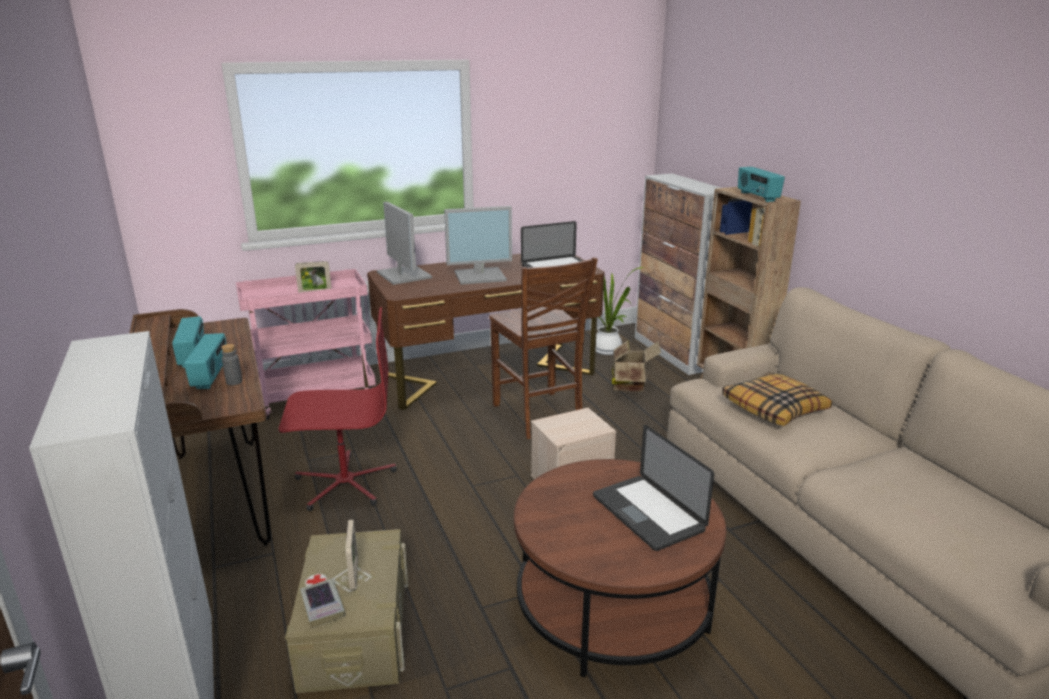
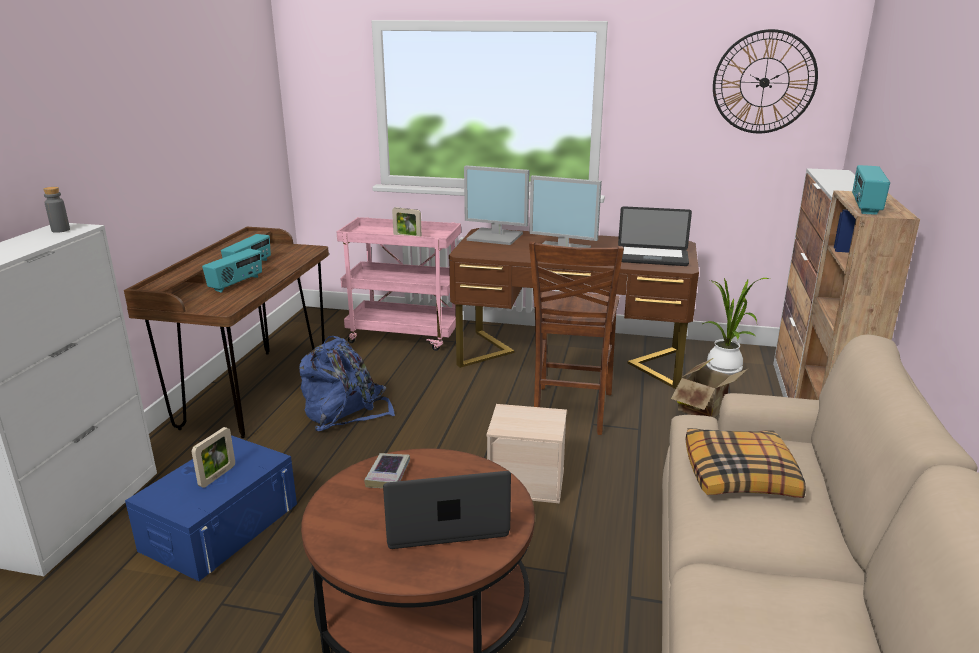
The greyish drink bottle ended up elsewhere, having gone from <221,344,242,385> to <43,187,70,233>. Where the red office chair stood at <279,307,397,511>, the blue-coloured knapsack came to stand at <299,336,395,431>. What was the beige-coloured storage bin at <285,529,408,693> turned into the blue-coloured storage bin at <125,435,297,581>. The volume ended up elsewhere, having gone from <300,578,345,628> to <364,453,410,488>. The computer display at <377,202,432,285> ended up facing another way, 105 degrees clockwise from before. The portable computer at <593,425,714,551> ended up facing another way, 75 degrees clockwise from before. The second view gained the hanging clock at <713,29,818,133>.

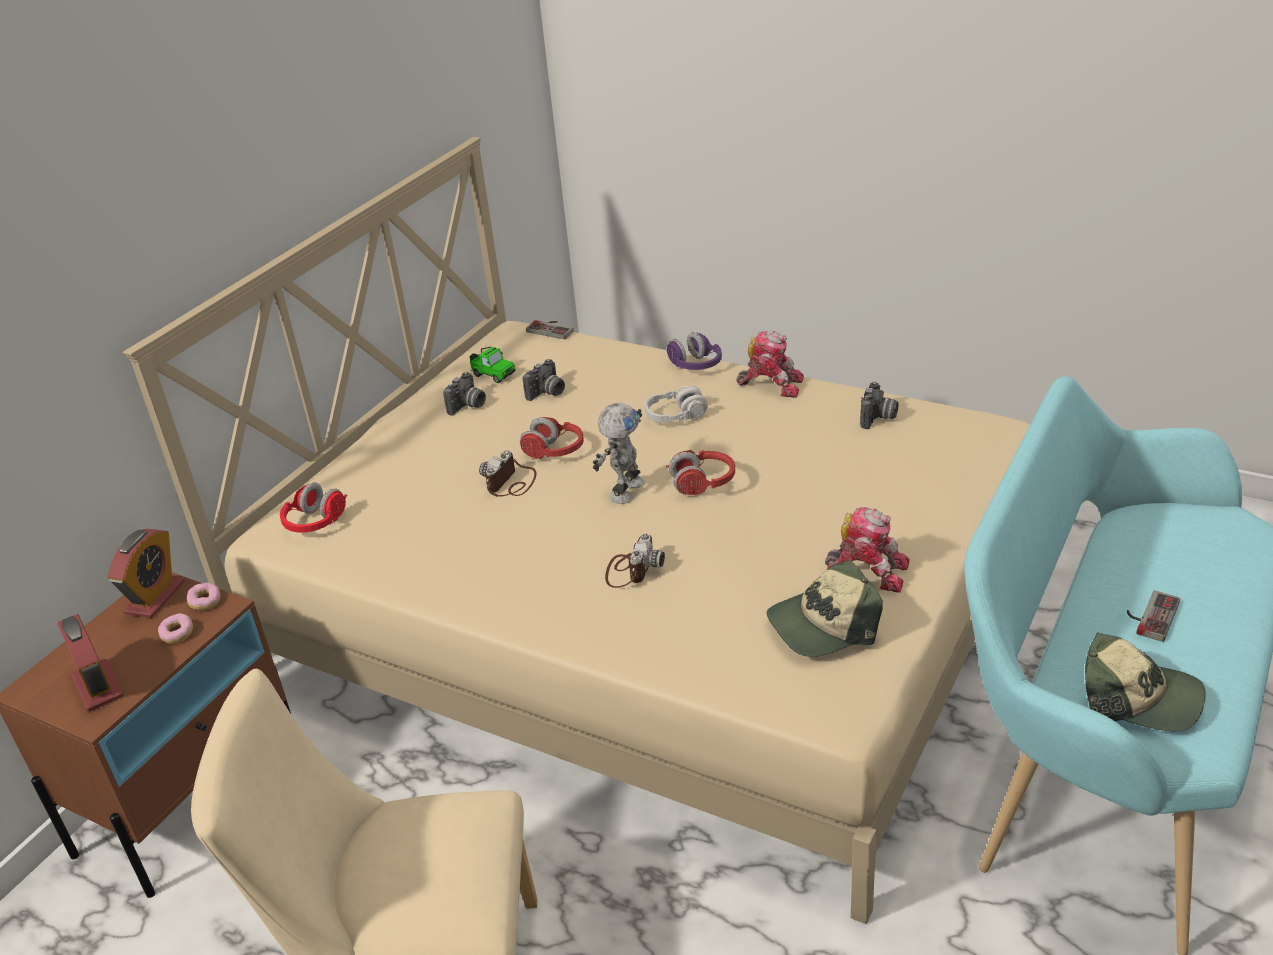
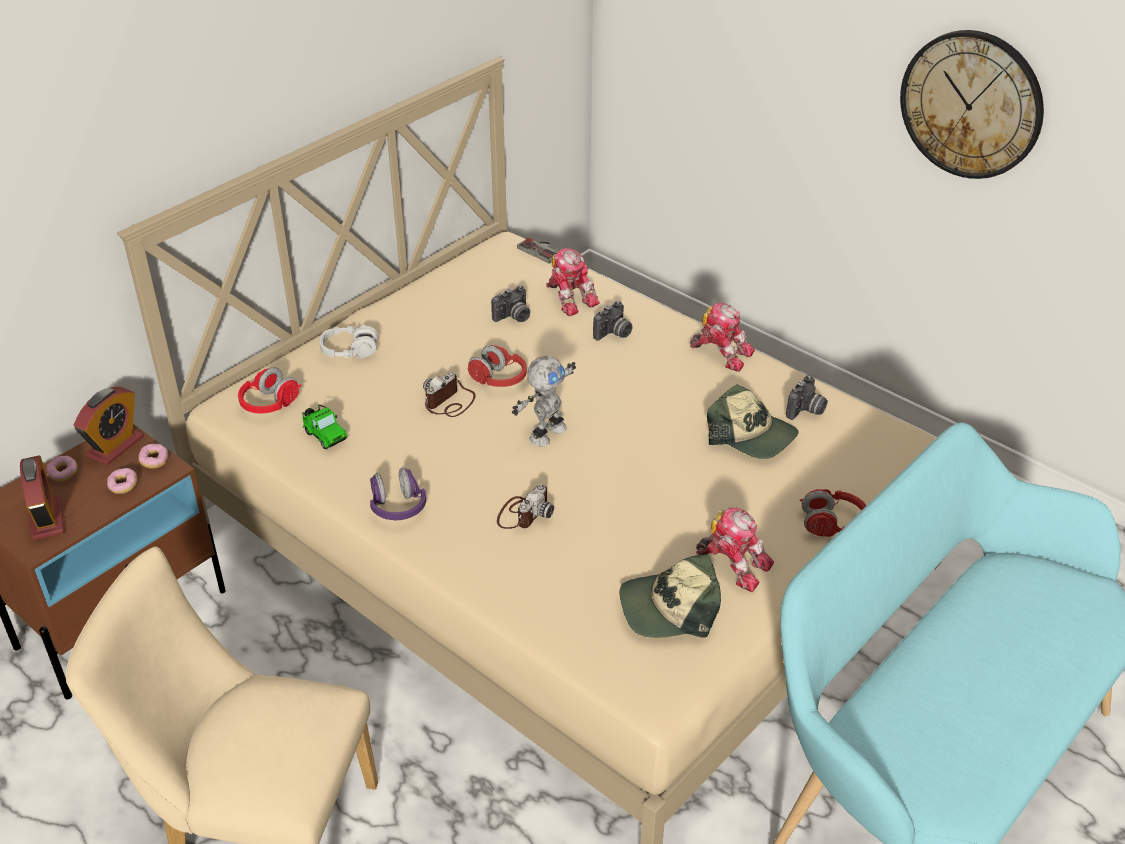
The still camera ended up elsewhere, having gone from <443,372,486,416> to <593,301,632,341>. The miniature car ended up elsewhere, having gone from <469,347,516,383> to <302,405,348,449>. The greyish pair of headphones ended up elsewhere, having gone from <645,386,708,423> to <320,325,378,359>. The red pair of headphones ended up elsewhere, having gone from <666,450,735,495> to <800,489,867,537>. The purplish pair of headphones ended up elsewhere, having gone from <667,332,722,370> to <370,467,426,520>. The peaked cap ended up elsewhere, having gone from <1085,632,1206,731> to <707,384,799,459>. The second view lost the gamepad at <1127,591,1180,642>. The second view gained the ring doughnut at <46,456,77,482>. The second view gained the toy robot at <546,248,600,316>. The second view gained the hanging clock at <900,30,1044,179>.

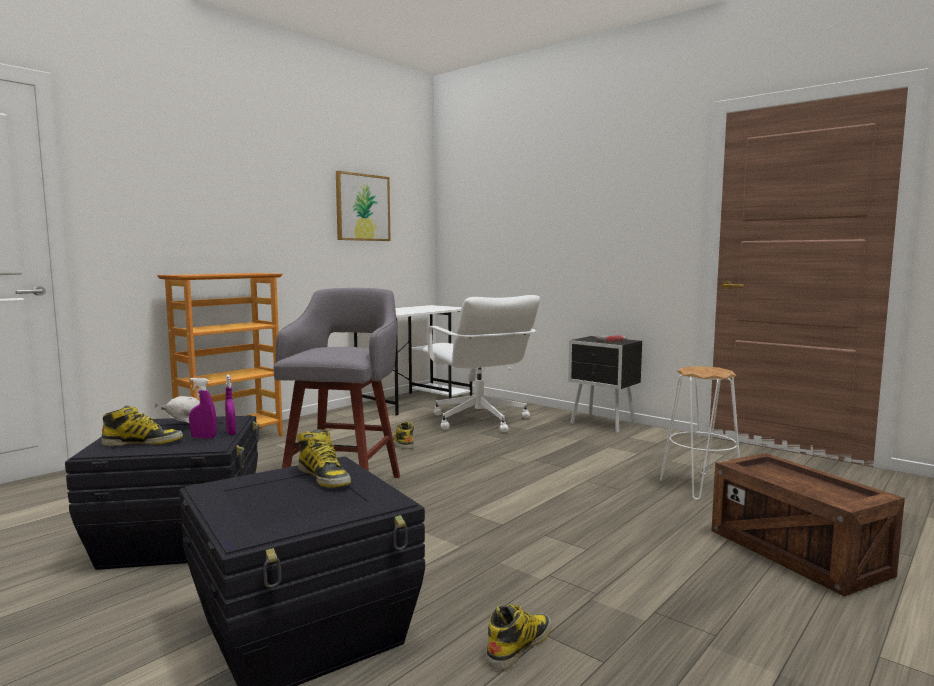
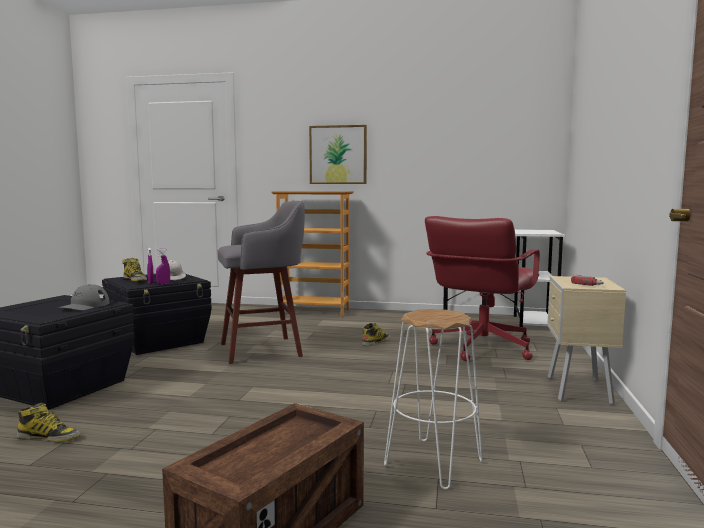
Where the high-top boot stood at <297,429,351,487>, the greyish peaked cap came to stand at <58,284,109,310>. The picture ended up elsewhere, having gone from <336,171,391,241> to <309,125,367,184>. What was the whitish office chair at <423,295,540,432> turned into the red office chair at <425,216,540,361>. What was the black nightstand at <568,337,642,433> turned into the beige-coloured nightstand at <547,276,626,405>.

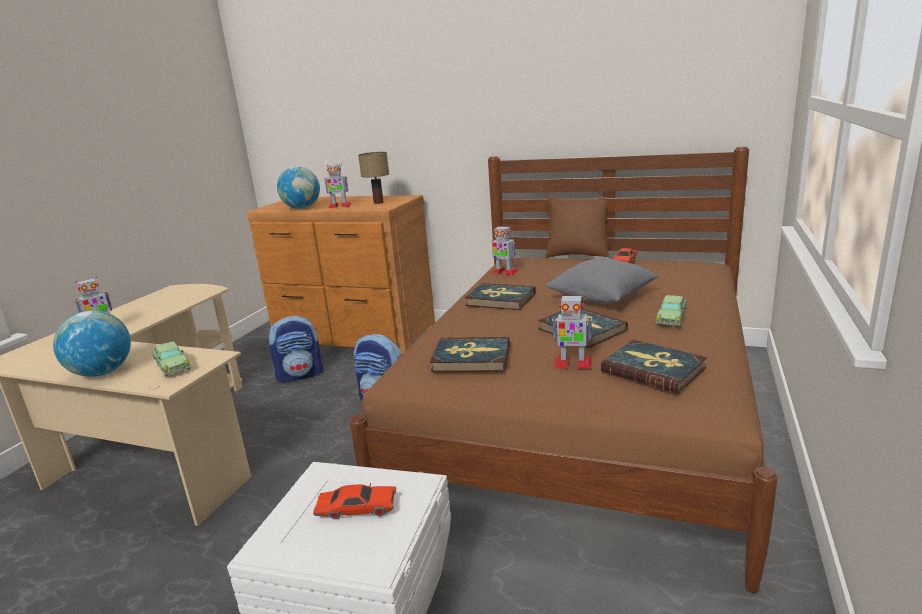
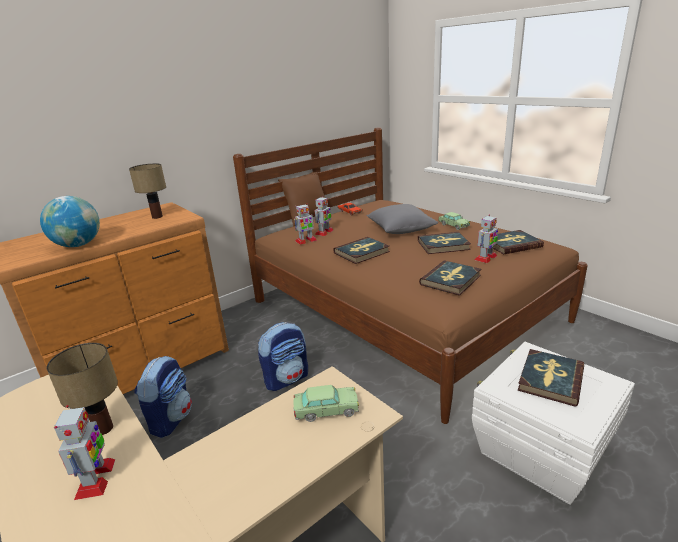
The second view lost the world globe at <53,311,131,377>. Where the red miniature car stood at <313,482,396,519>, the volume came to stand at <518,349,584,407>. The toy robot ended up elsewhere, having gone from <324,163,352,208> to <314,196,333,236>. The second view gained the tabletop lamp at <47,343,118,435>.

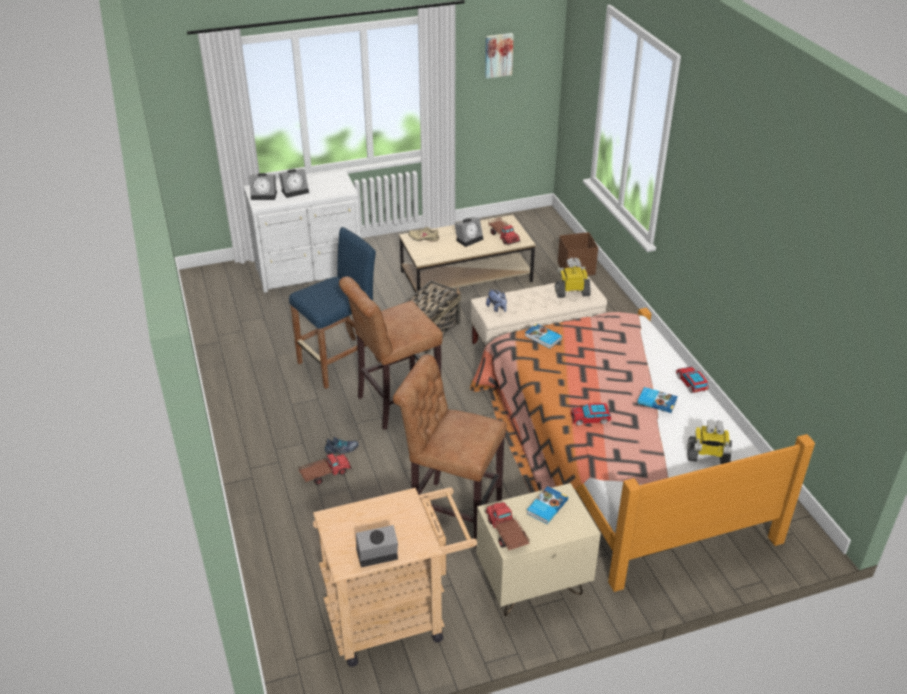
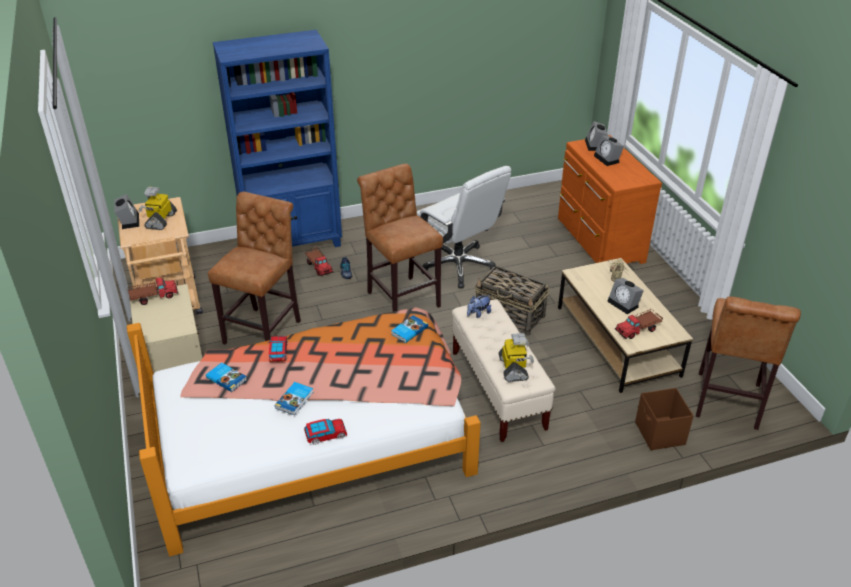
What was the whitish dresser at <243,170,361,293> turned into the orange dresser at <558,135,662,264>. Where the blue-coloured sitting stool stood at <289,227,380,389>, the whitish office chair came to stand at <417,166,511,288>. The second view lost the picture at <485,33,514,79>. The volume ended up elsewhere, having gone from <527,486,568,524> to <206,363,247,392>. The toy robot ended up elsewhere, having gone from <687,420,732,464> to <138,187,177,230>. The second view gained the blue-coloured bookcase at <213,30,342,247>. The second view gained the brownish sitting stool at <696,296,801,430>.

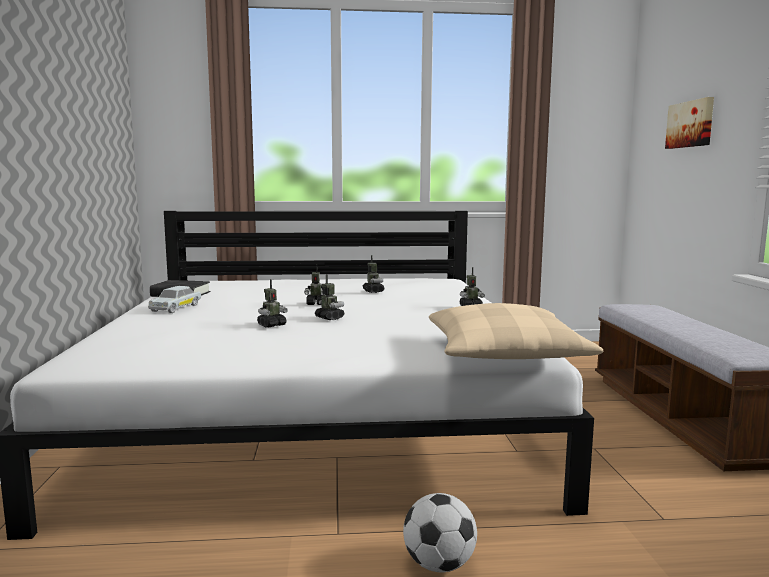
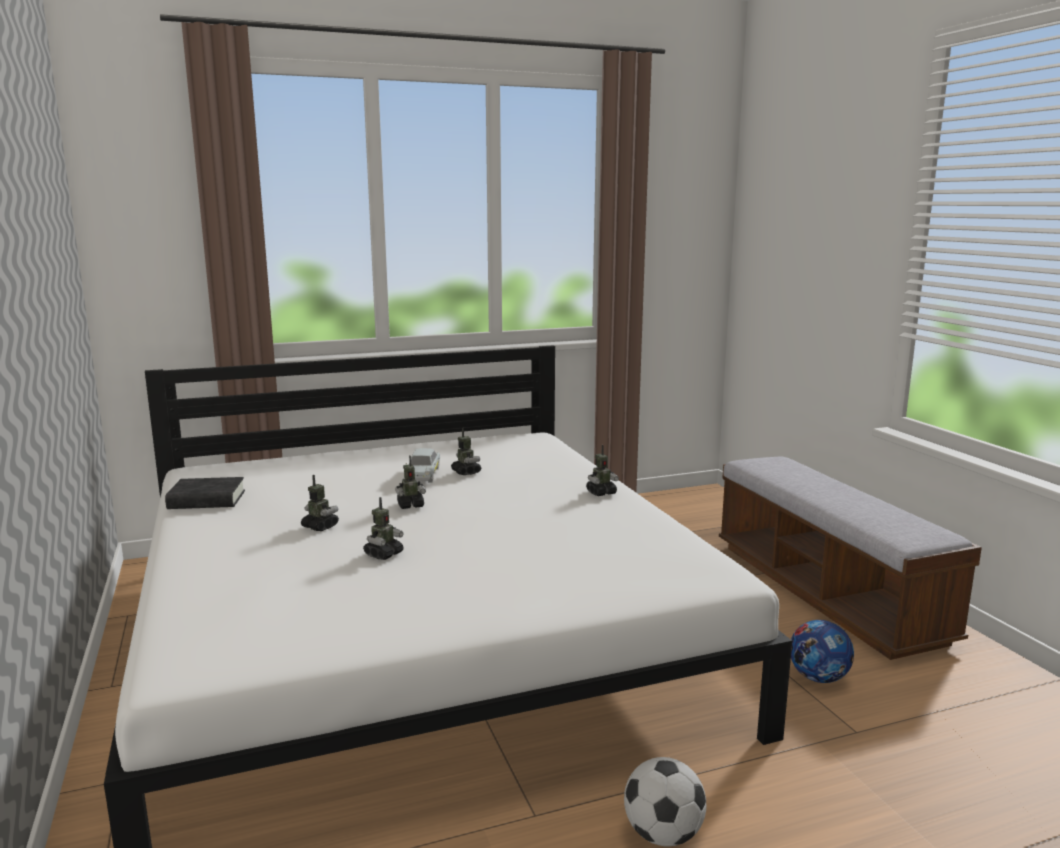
The whitish miniature car ended up elsewhere, having gone from <148,286,201,313> to <406,448,440,483>. The toy robot ended up elsewhere, having gone from <315,275,345,320> to <301,475,339,531>. The second view lost the beige-coloured throw pillow at <429,303,604,359>. The second view lost the picture at <665,97,714,149>. The second view gained the ball for football at <791,620,854,683>.

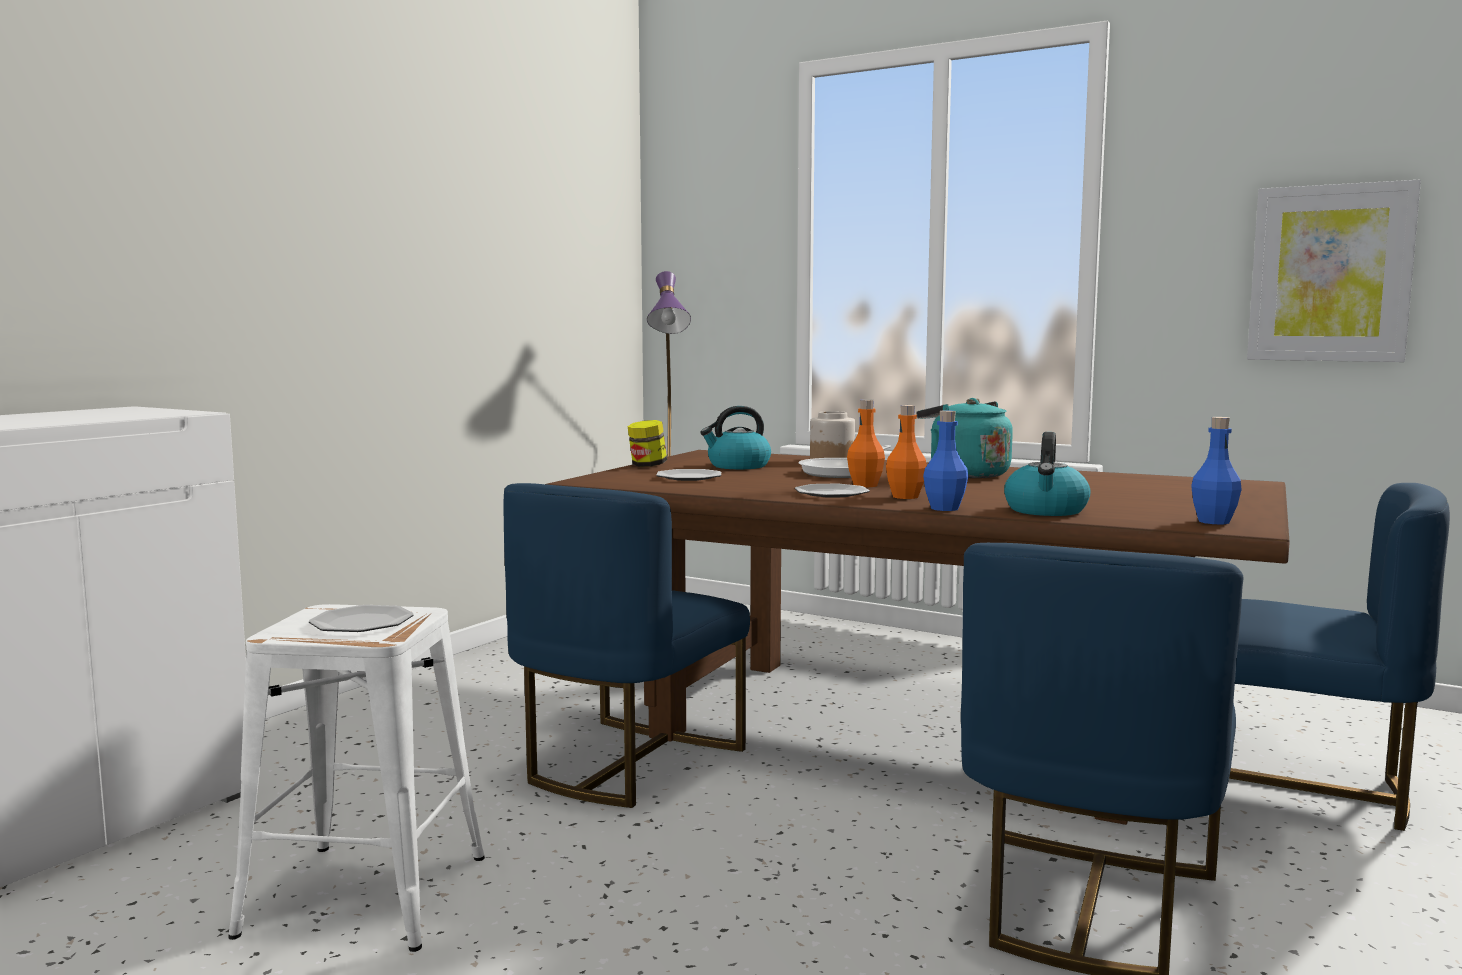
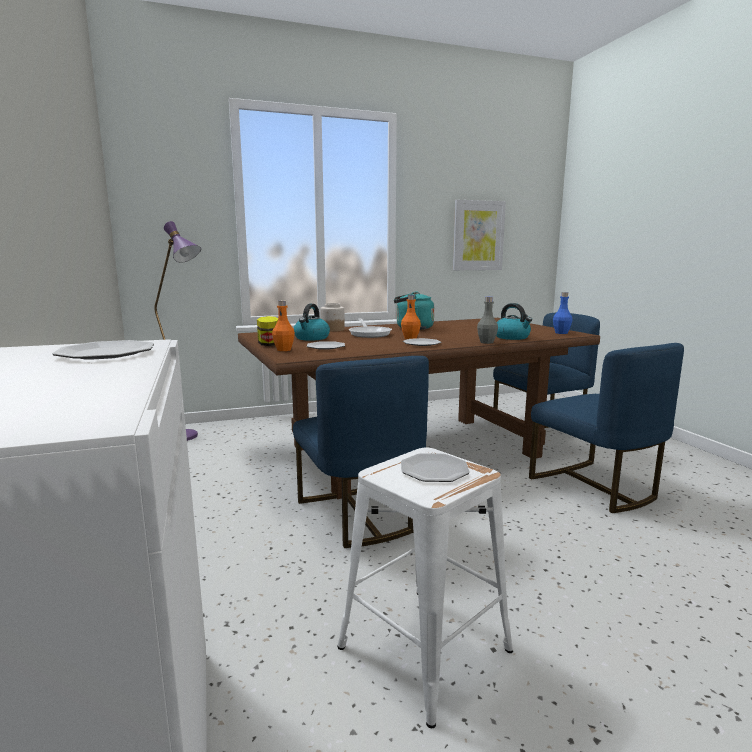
The orange drink bottle ended up elsewhere, having gone from <886,405,927,499> to <272,300,295,351>. What was the blue-coloured drink bottle at <923,410,968,511> turned into the greyish drink bottle at <477,297,498,344>. The second view gained the plate at <52,340,154,360>.

